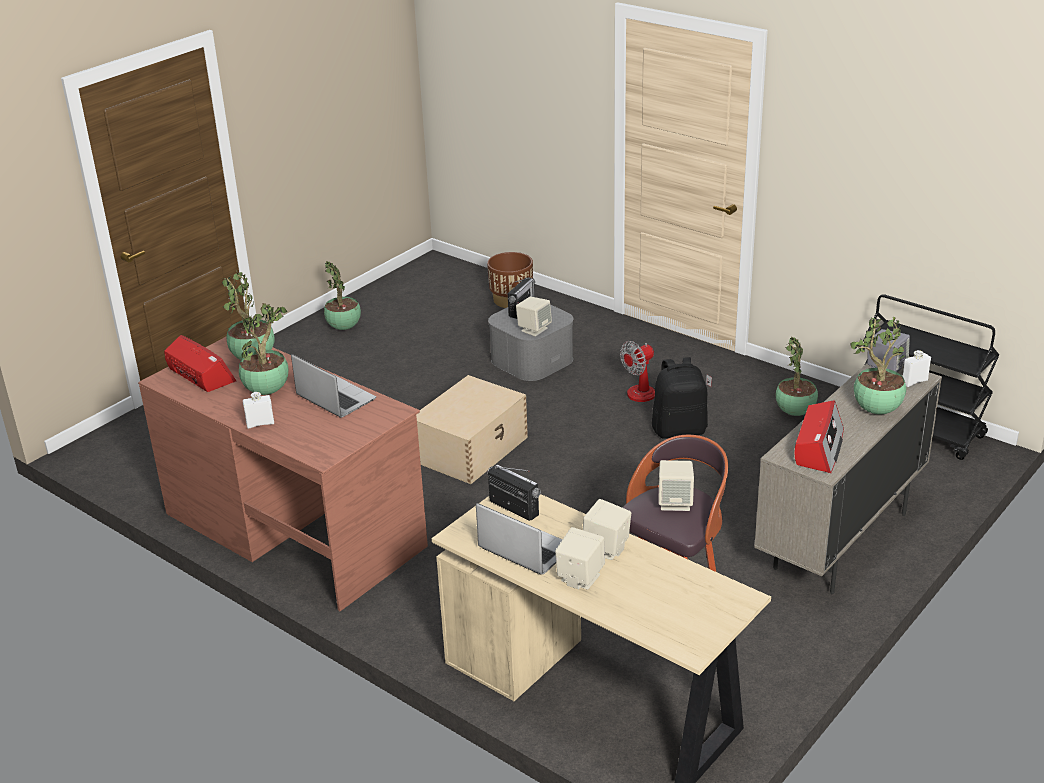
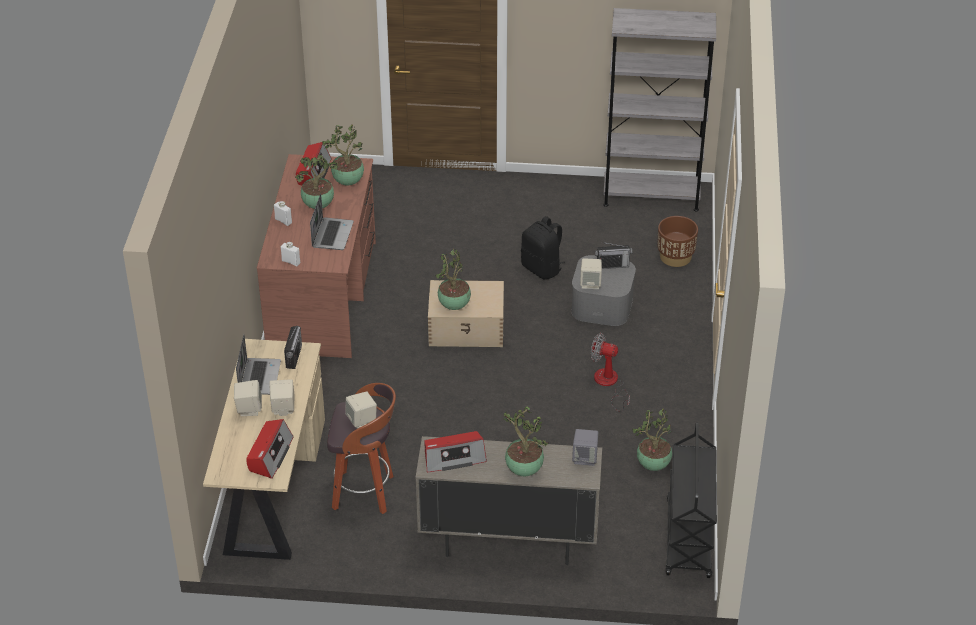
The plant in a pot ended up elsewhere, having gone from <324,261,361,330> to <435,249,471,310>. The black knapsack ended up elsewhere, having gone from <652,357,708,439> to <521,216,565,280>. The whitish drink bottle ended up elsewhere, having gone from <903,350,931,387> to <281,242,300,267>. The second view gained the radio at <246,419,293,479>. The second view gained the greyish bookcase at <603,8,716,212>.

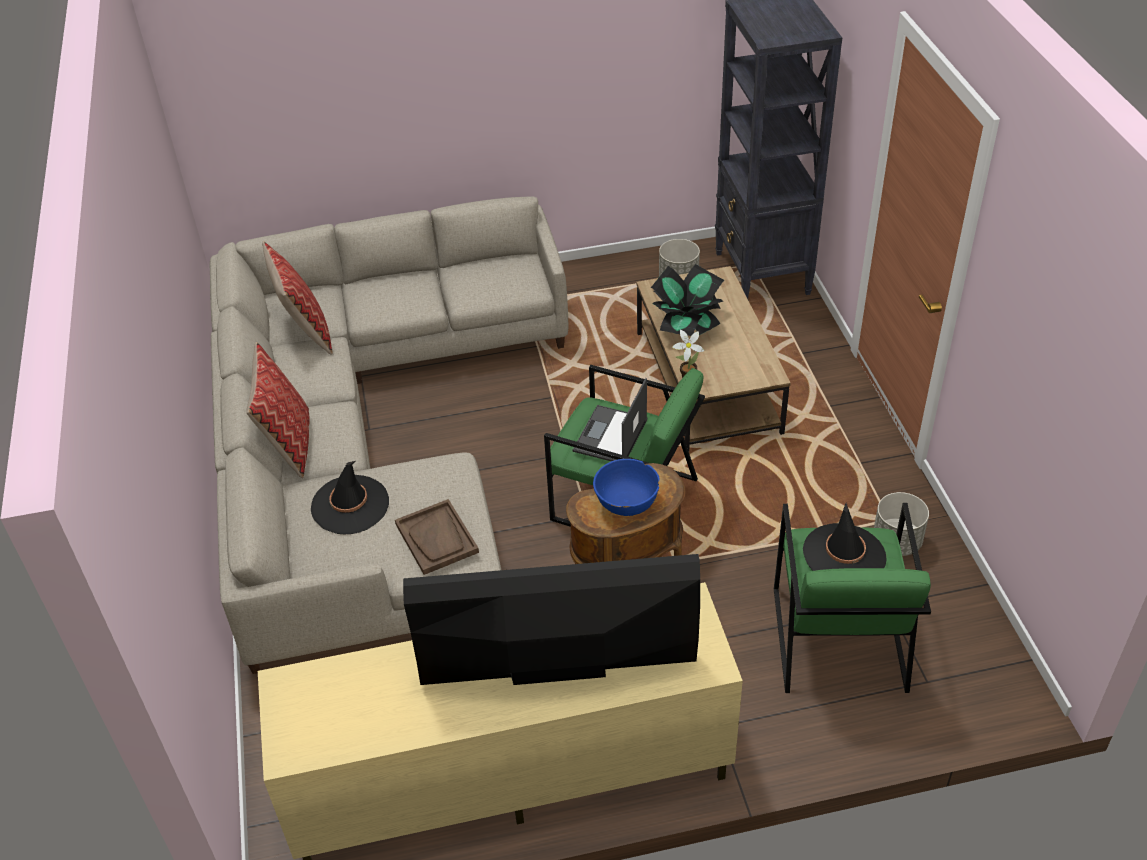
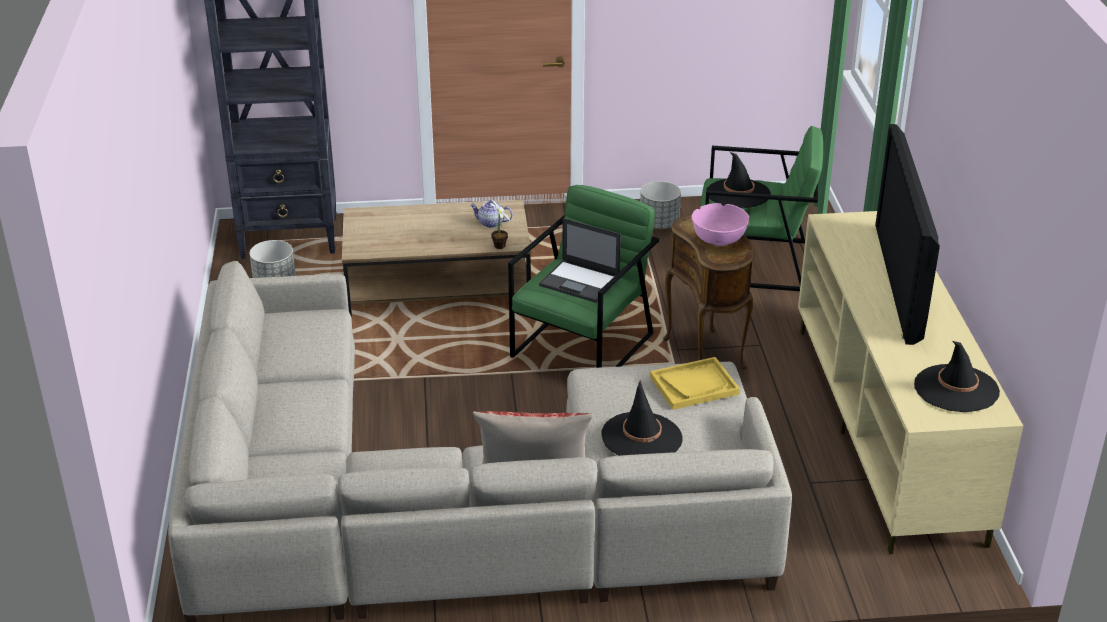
The second view lost the throw pillow at <262,241,333,355>. What was the brownish serving tray at <395,499,479,575> turned into the yellow serving tray at <650,357,740,410>. What was the blue-coloured serving bowl at <593,459,659,516> turned into the pink-coloured serving bowl at <691,203,749,246>. The second view lost the plant in a pot at <651,264,724,336>. The second view gained the pot for tea at <470,200,513,228>. The second view gained the black wearable hat at <914,341,1000,412>.

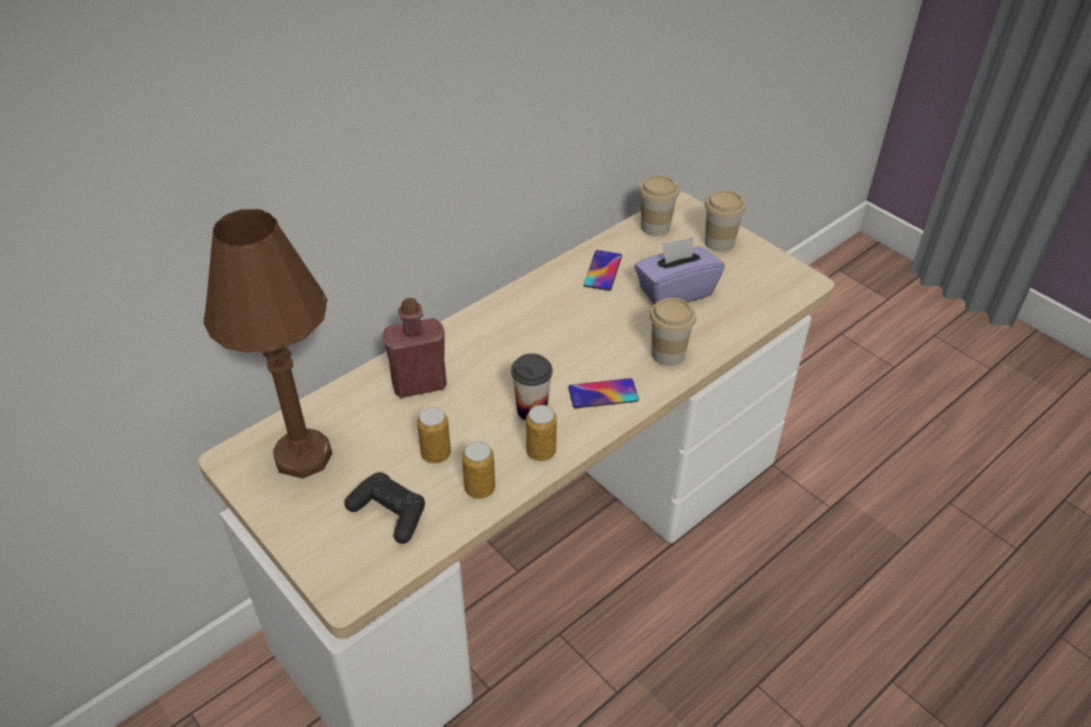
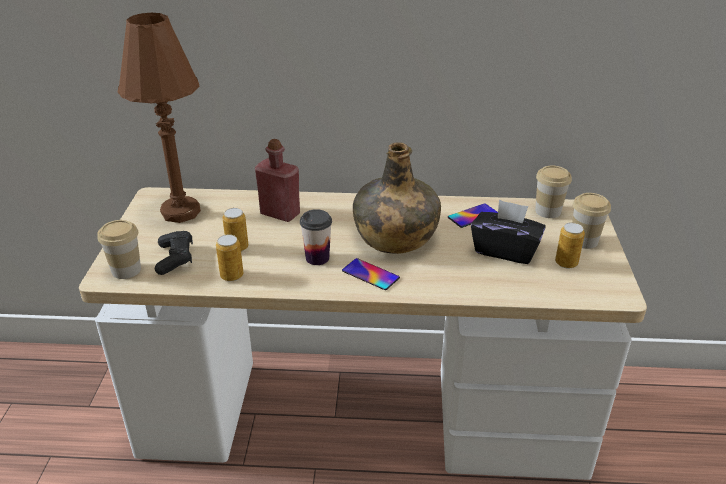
The metal can ended up elsewhere, having gone from <526,405,557,461> to <555,223,585,268>. What was the purplish box of tissues at <635,237,724,304> turned into the black box of tissues at <471,199,546,264>. The small cup ended up elsewhere, having gone from <650,298,696,366> to <97,220,141,279>. The second view gained the greenish drink bottle at <353,143,441,254>.

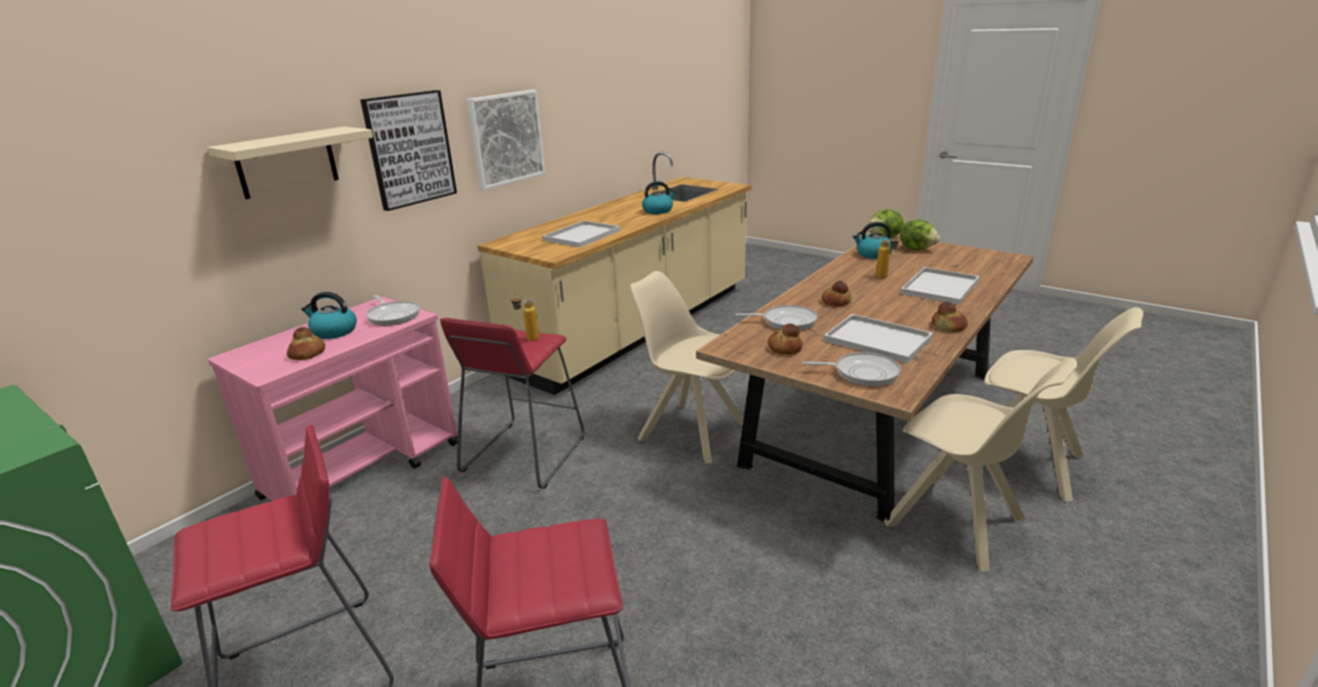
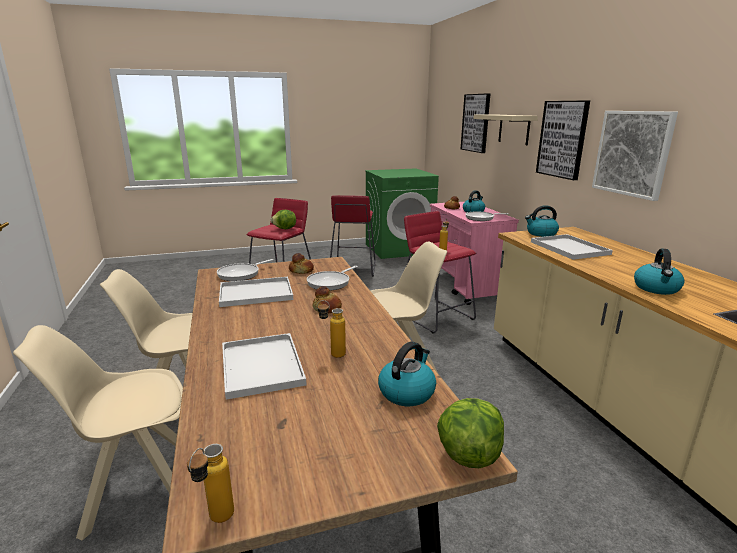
The lettuce head ended up elsewhere, having gone from <900,220,940,250> to <271,210,296,229>. The second view lost the bread at <932,302,968,332>. The second view gained the drink bottle at <187,444,234,523>. The second view gained the picture at <461,93,491,153>. The second view gained the kettle at <525,205,559,237>.

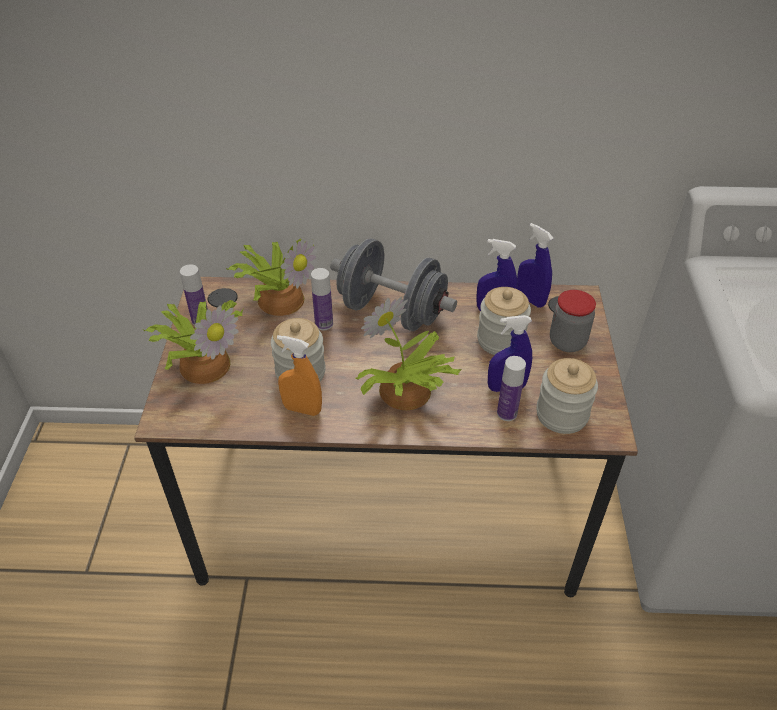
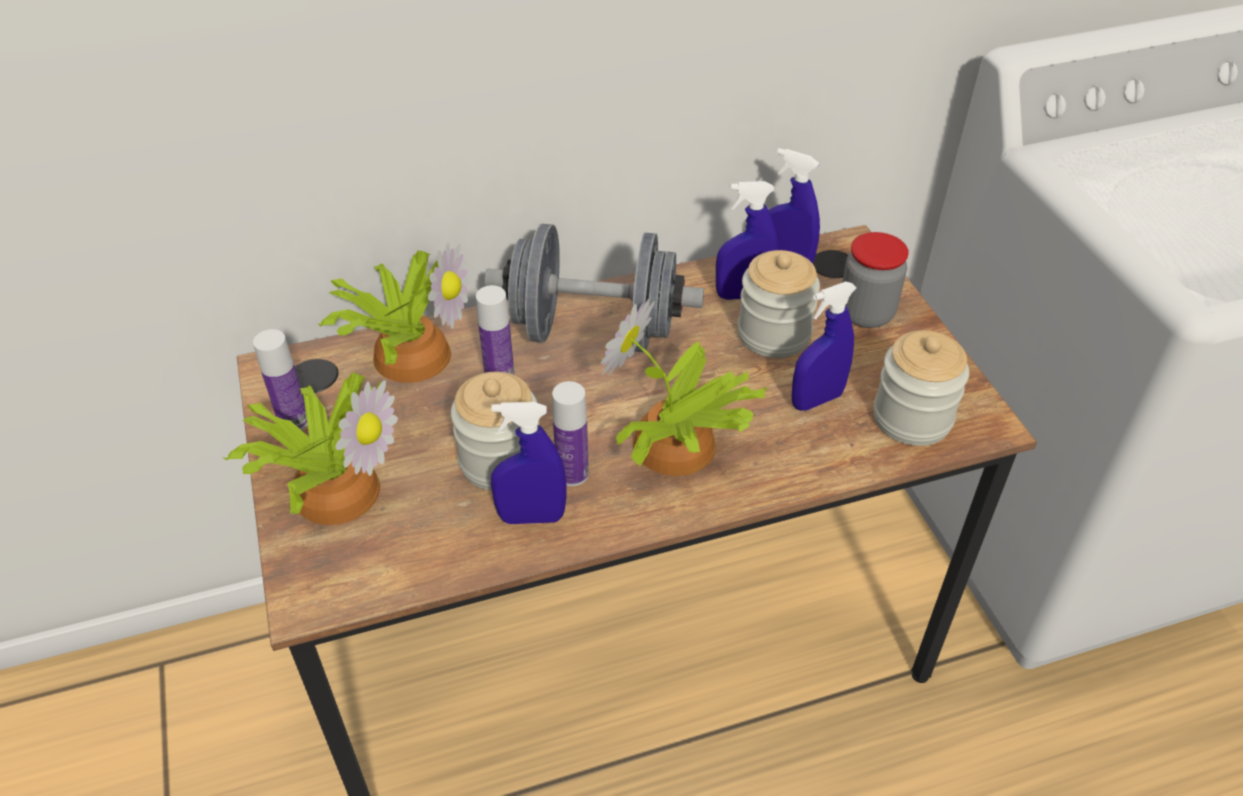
What was the orange sprayer at <277,335,322,416> turned into the blue-coloured sprayer at <491,402,567,524>. The drink bottle ended up elsewhere, having gone from <497,356,526,421> to <552,381,589,486>.

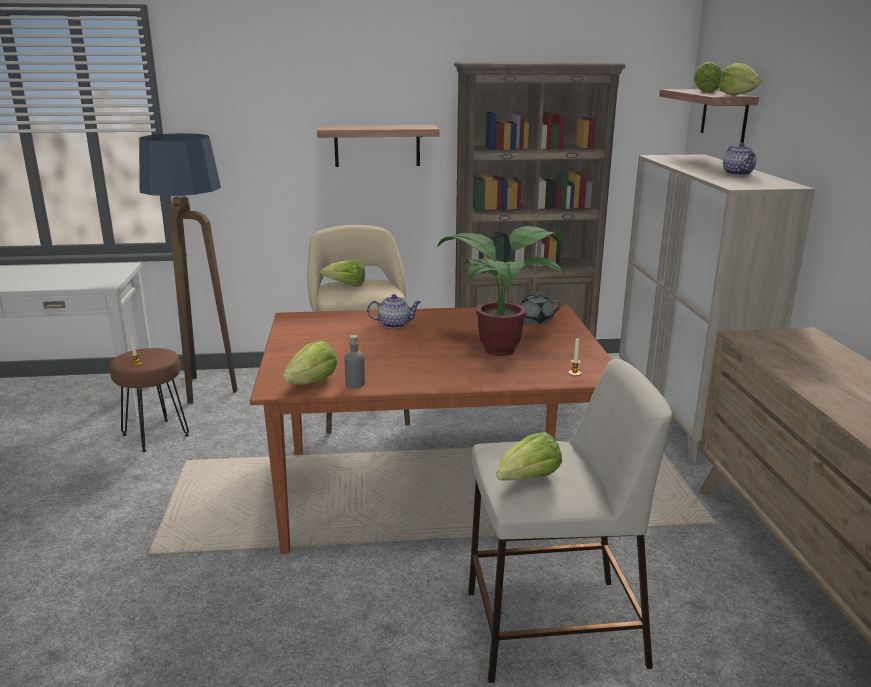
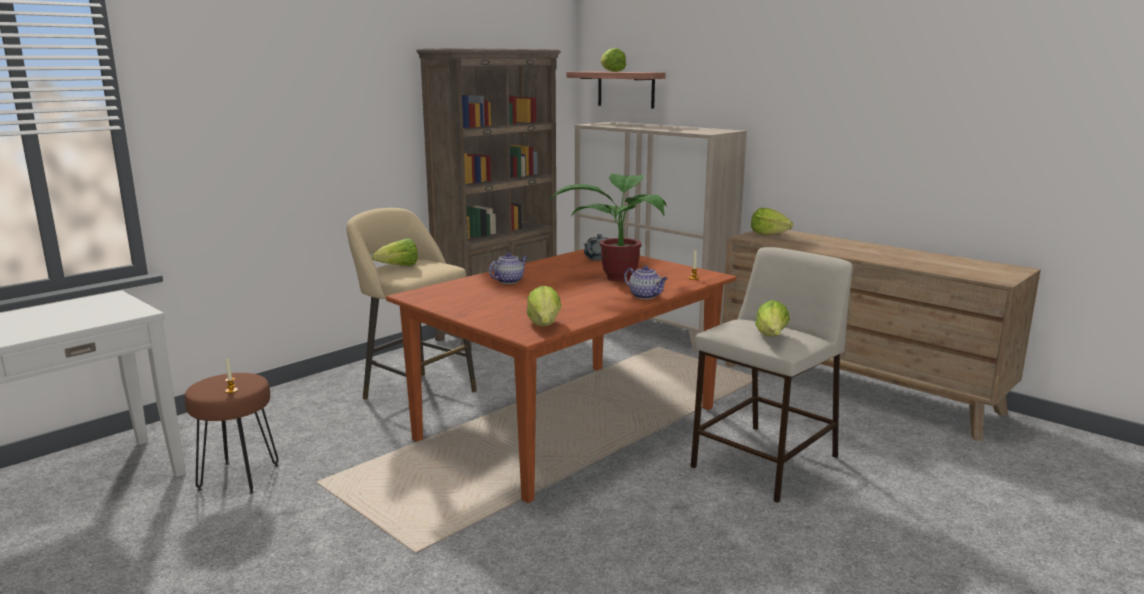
The second view lost the standing lamp at <139,133,238,404>. The second view lost the wall shelf at <317,125,440,167>. The second view lost the greyish drink bottle at <345,335,365,388>. The lettuce head ended up elsewhere, having gone from <719,63,760,95> to <751,208,793,235>. The pot for tea ended up elsewhere, having gone from <723,143,756,175> to <624,265,668,299>.

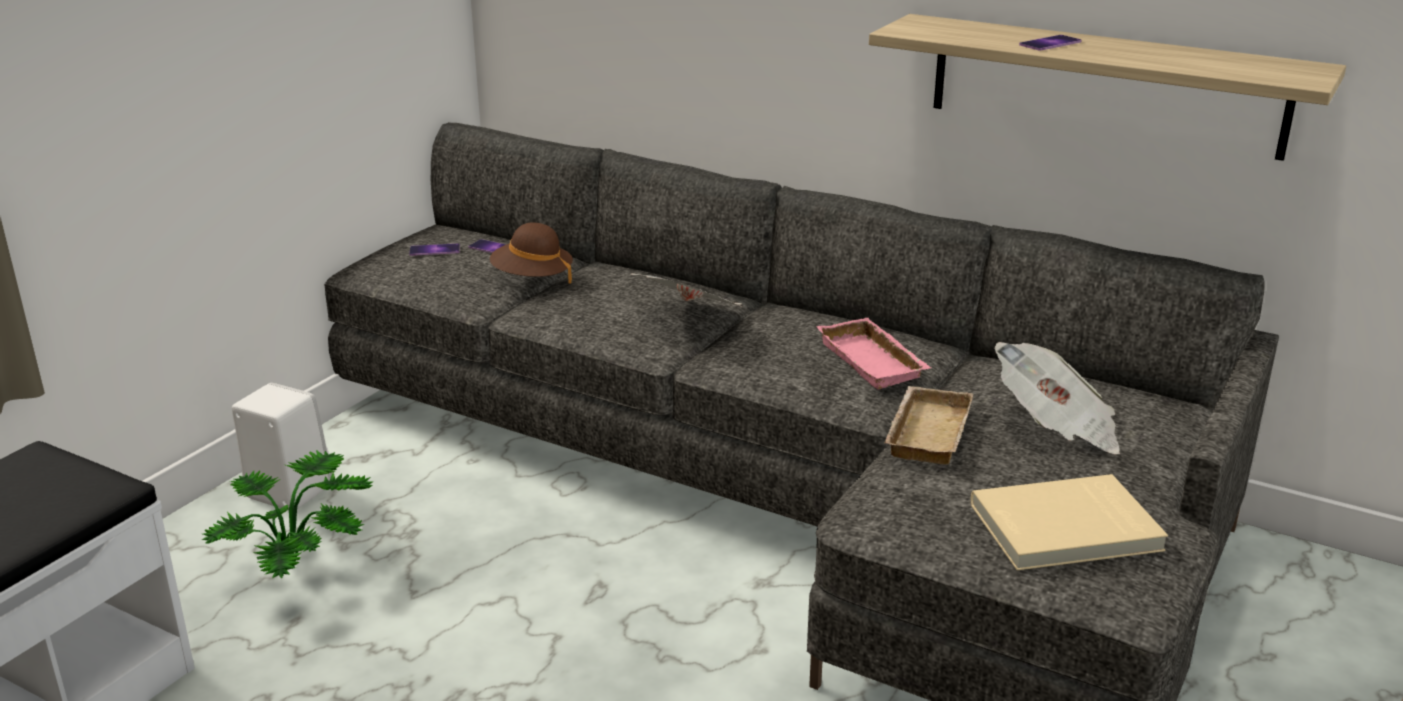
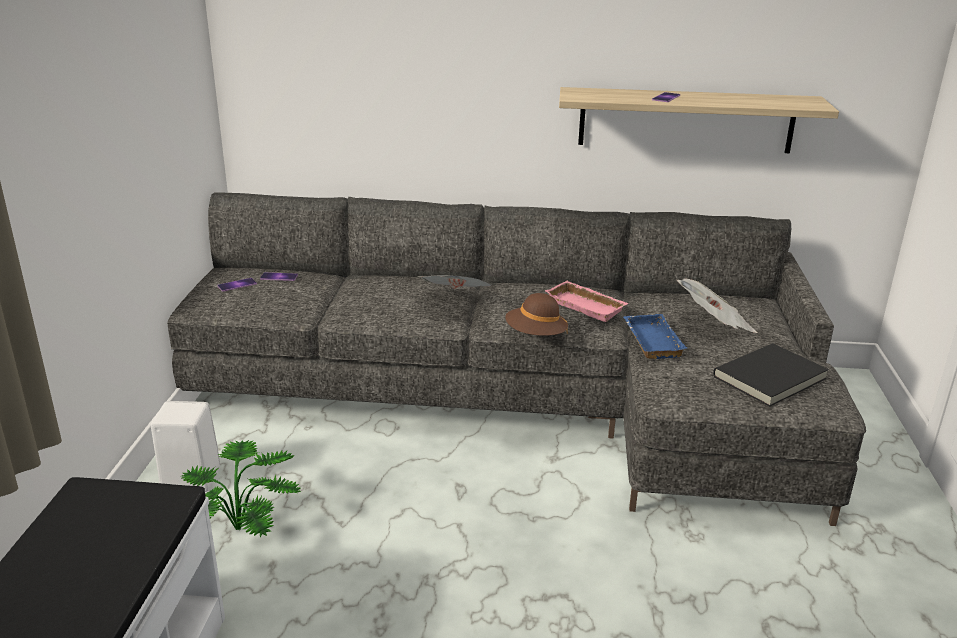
The brownish wearable hat ended up elsewhere, having gone from <490,222,573,284> to <505,293,568,336>. What was the beige-coloured serving tray at <884,386,973,465> turned into the blue-coloured serving tray at <623,314,687,359>. What was the beige-coloured volume at <971,474,1168,570> turned into the black volume at <713,343,829,406>.

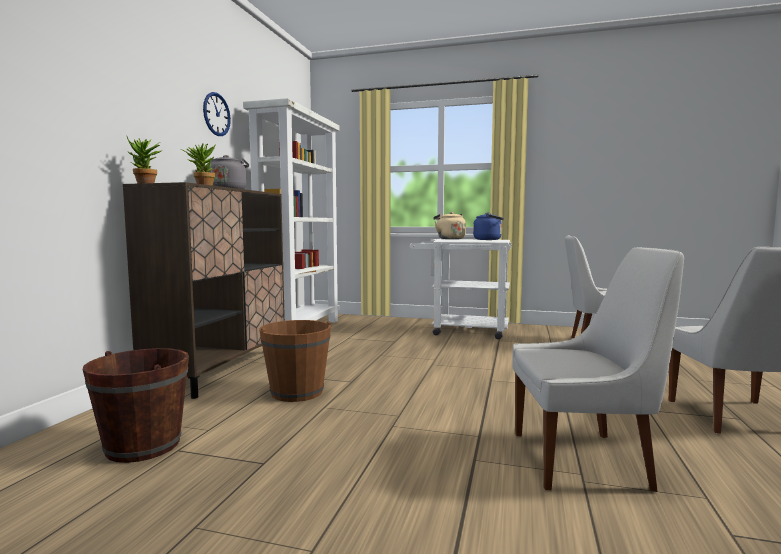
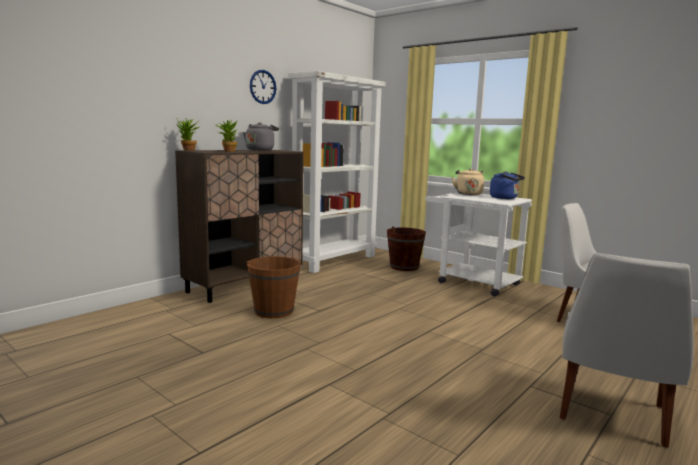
The brownish bucket ended up elsewhere, having gone from <83,348,189,463> to <387,226,426,271>. The second view lost the whitish chair at <512,247,684,492>.

